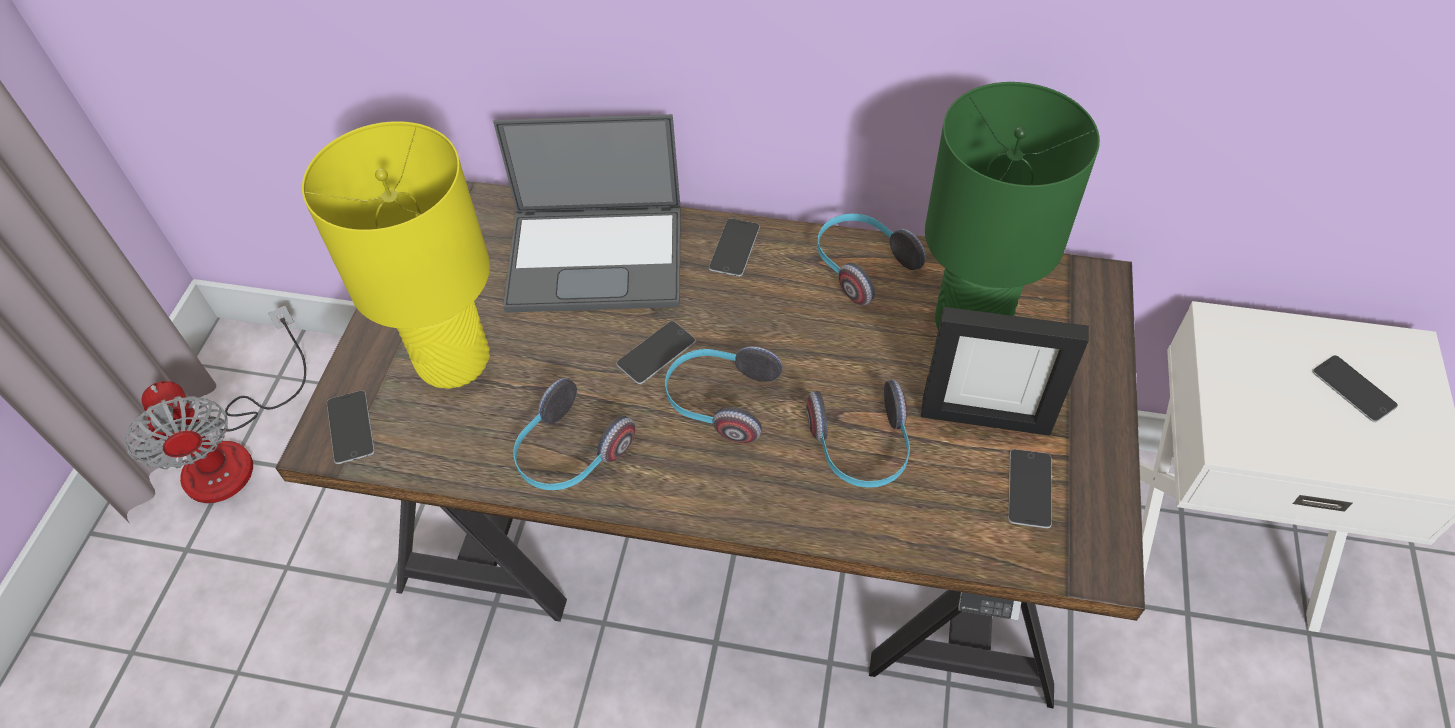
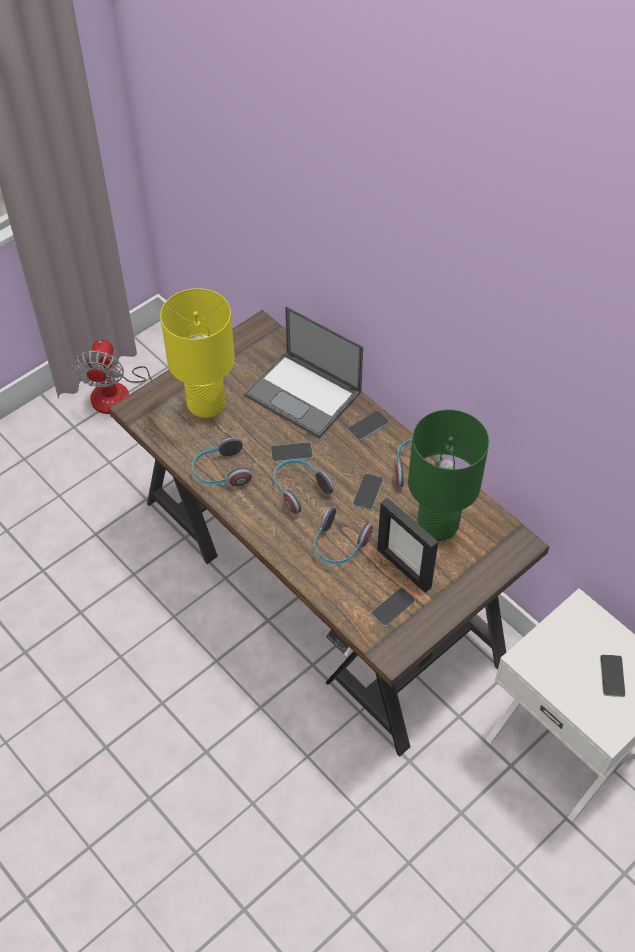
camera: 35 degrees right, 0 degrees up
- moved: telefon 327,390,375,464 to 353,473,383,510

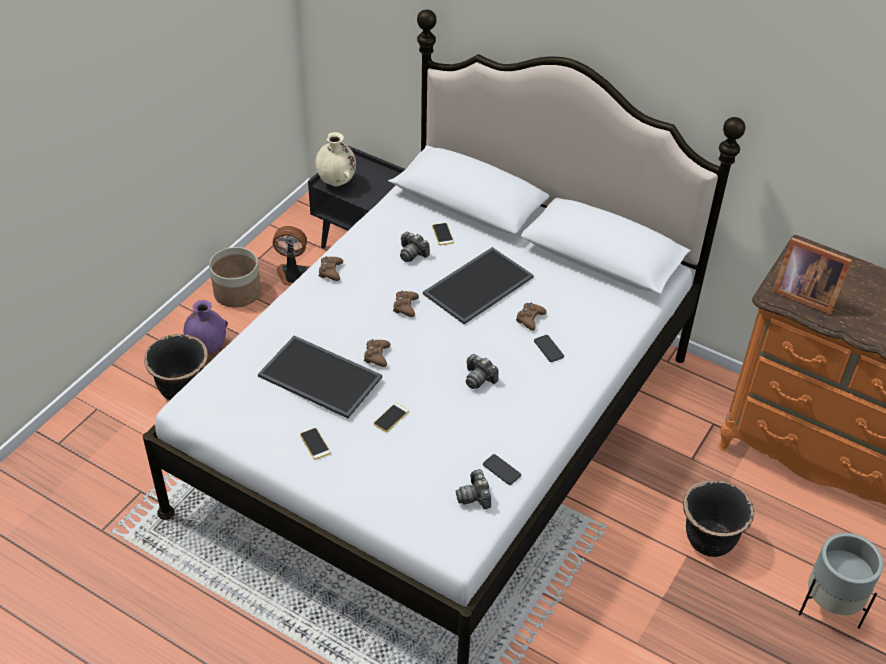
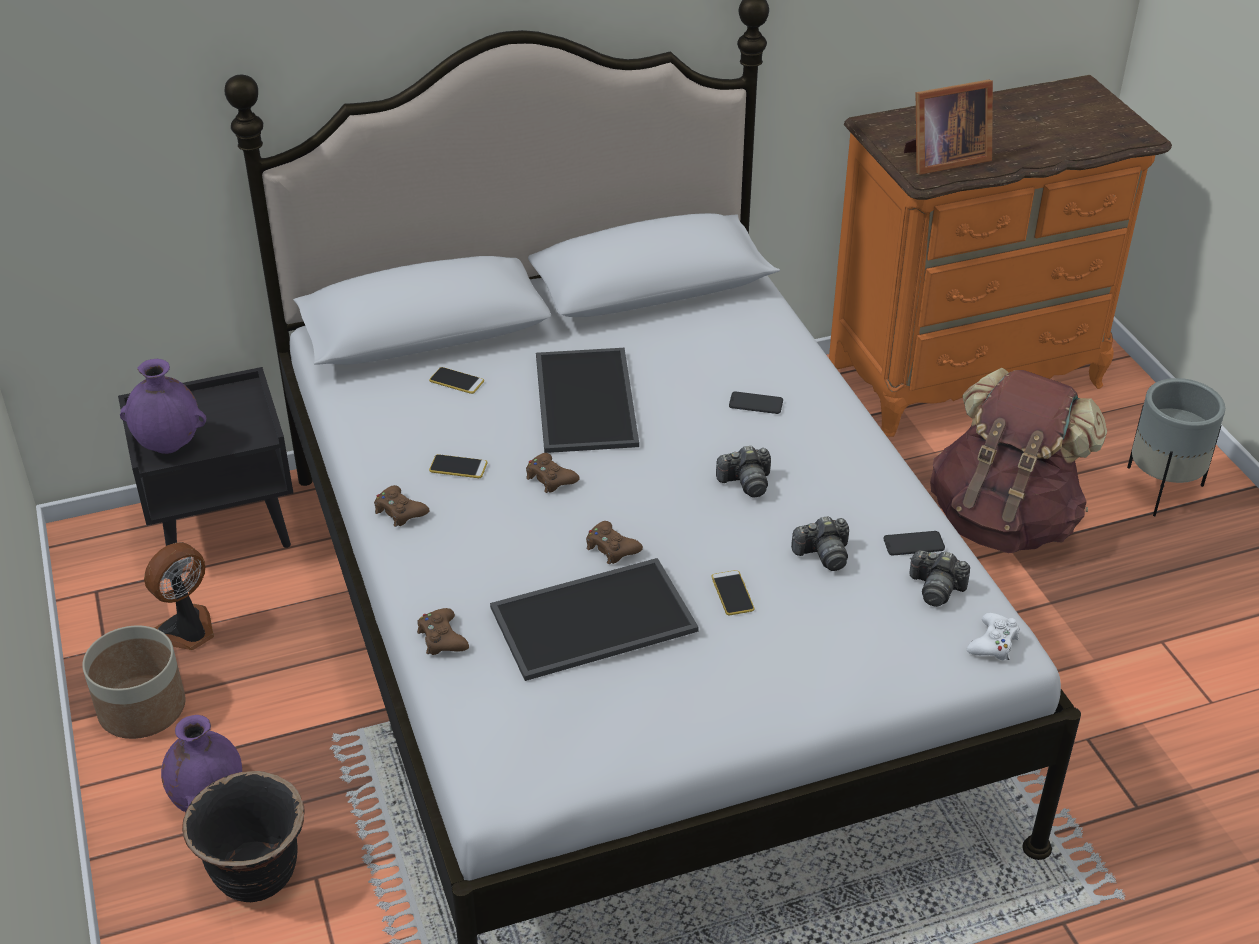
camera: 50 degrees left, 5 degrees down
- moved: telefon 300,428,331,460 to 429,454,488,478
- recoloured: wazon/beżowy 316,132,356,186 to wazon/fioletowy 120,359,206,454
- moved: aparat fotograficzny 400,232,430,262 to 791,516,849,571
- moved: pad do gier/brązowy 516,303,547,331 to 417,608,469,655
- replaced: donica/czarny 683,480,754,557 to plecak/brązowy 930,368,1107,553
- added: pad do gier/biały 967,613,1020,660

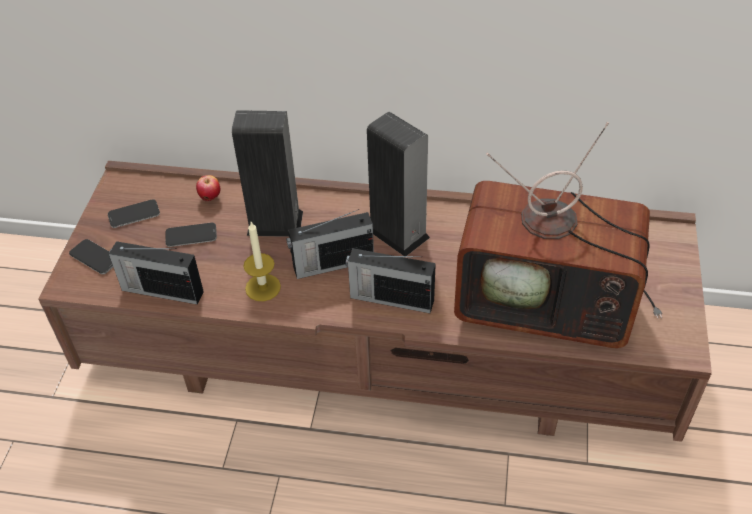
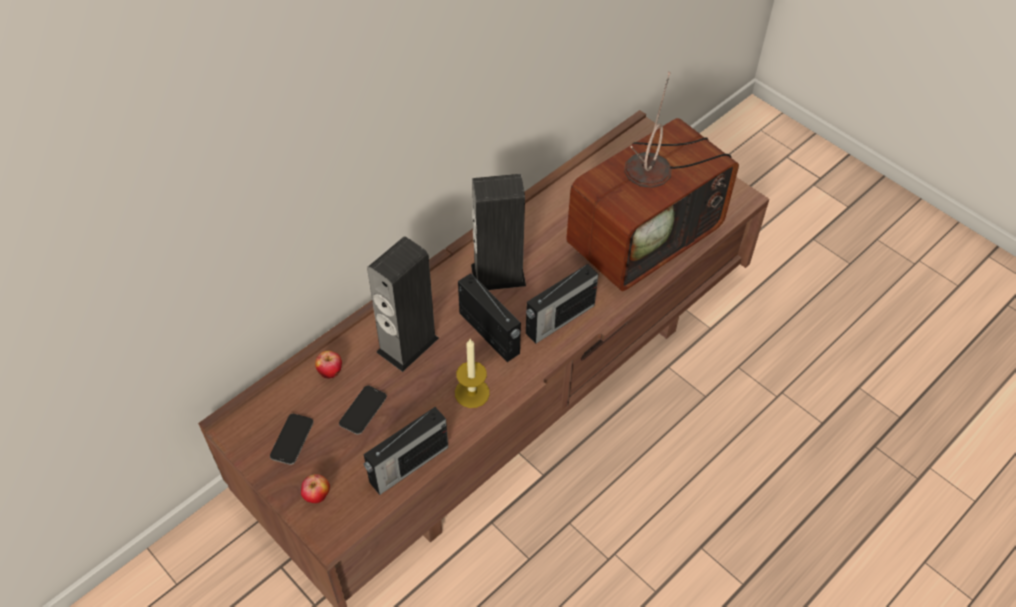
camera: 55 degrees left, 5 degrees up
- replaced: telefon 69,239,113,274 to jabłko 301,474,330,503
- turned: radio 286,209,374,279 = 458,273,521,362 60 degrees counterclockwise

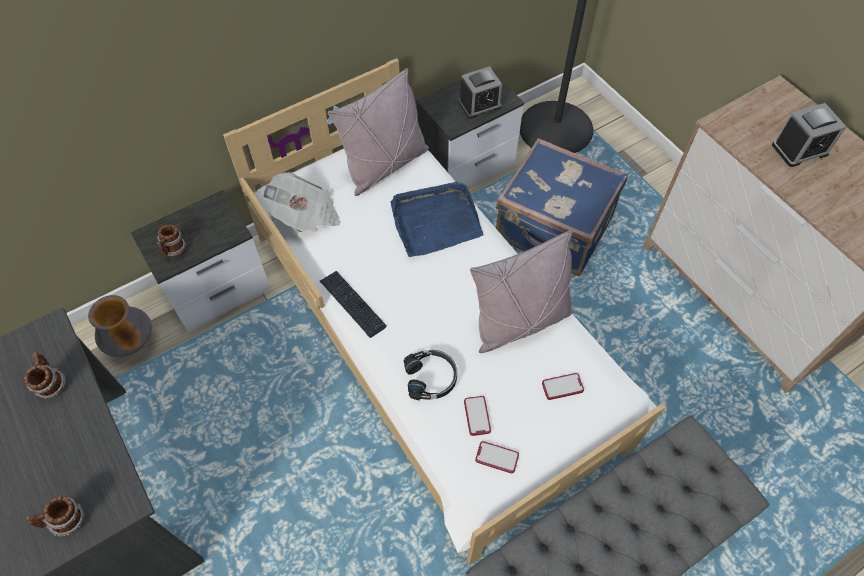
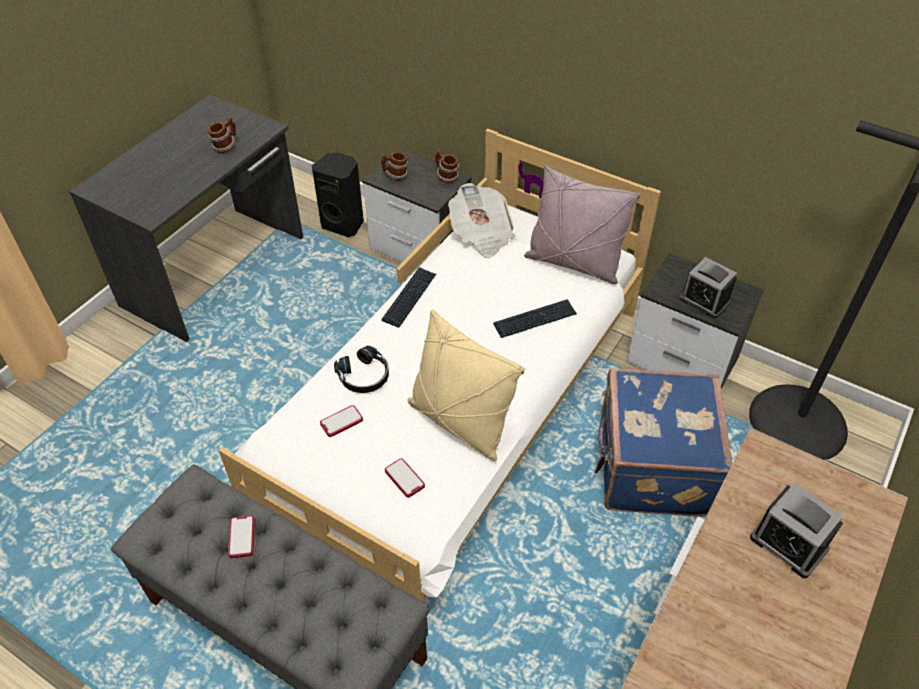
camera: 65 degrees right, 10 degrees down
- moved: kubek 26,496,85,536 to 435,149,459,183
- replaced: wazon 88,295,152,357 to głośnik/czarny 312,152,364,237
- replaced: taca/niebieski 391,182,484,257 to klawiatura 493,299,577,338
- recoloured: poduszka/fioletowy 470,230,574,353 to poduszka/beżowy 407,309,525,461
- moved: telefon 475,441,519,473 to 228,515,255,558

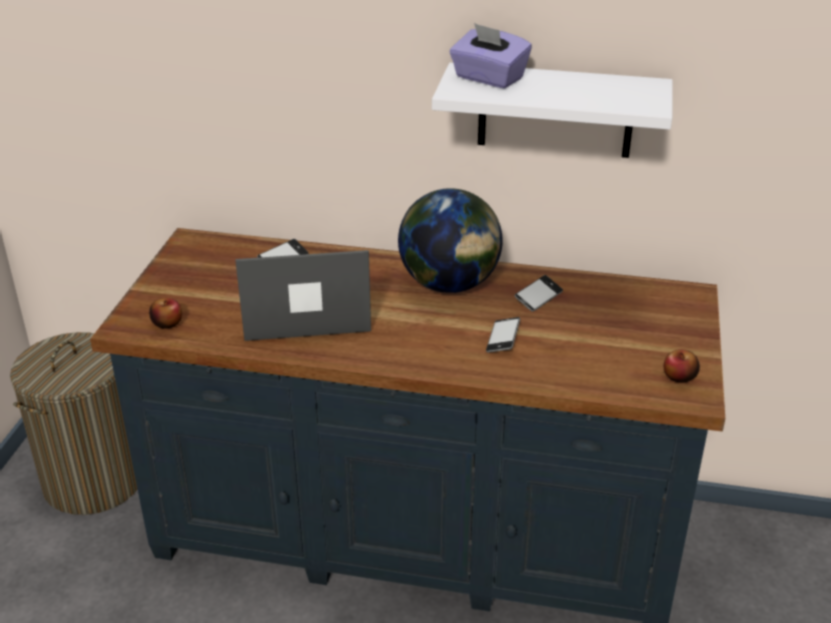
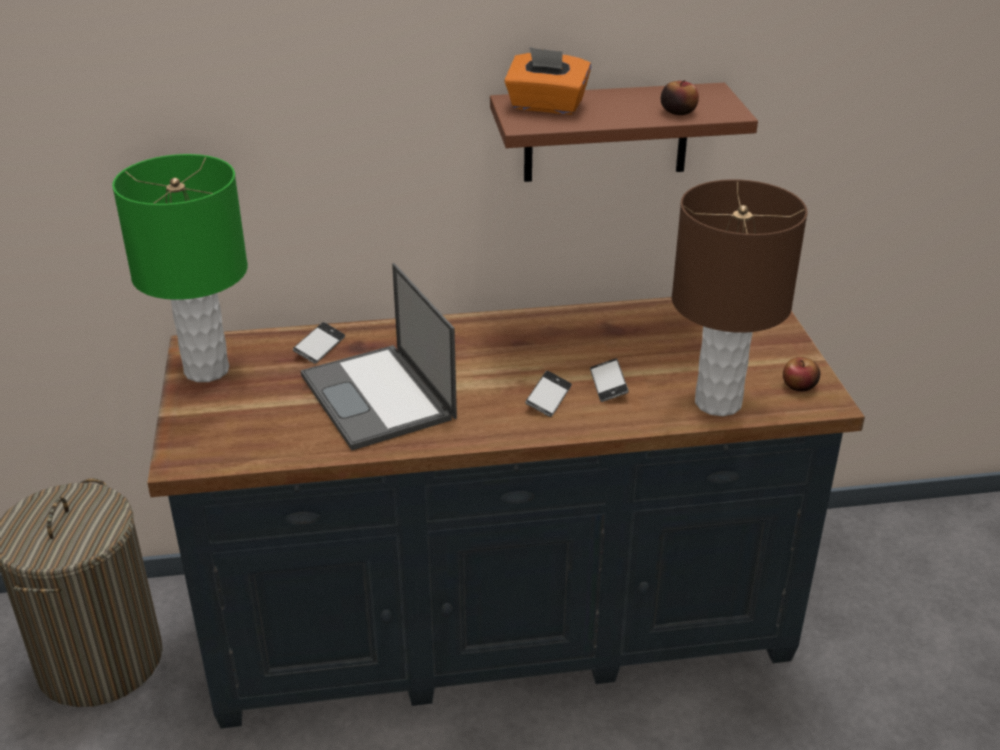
camera: 20 degrees left, 0 degrees up
- moved: jabłko 149,298,182,329 to 661,80,699,115
- turned: laptop 235,250,371,341 = 301,263,457,450 90 degrees counterclockwise
- removed: globus 398,188,502,293
- recoloured: półka/biały 432,63,673,158 to półka/brązowy 490,83,758,182
- recoloured: pudełko chusteczek/fioletowy 449,23,532,89 to pudełko chusteczek/pomarańczowy 504,47,591,114
- moved: telefon 515,275,563,312 to 525,371,572,417
- added: lampa stołowa/zielony 112,154,248,382
- added: lampa stołowa/brązowy 672,179,808,416

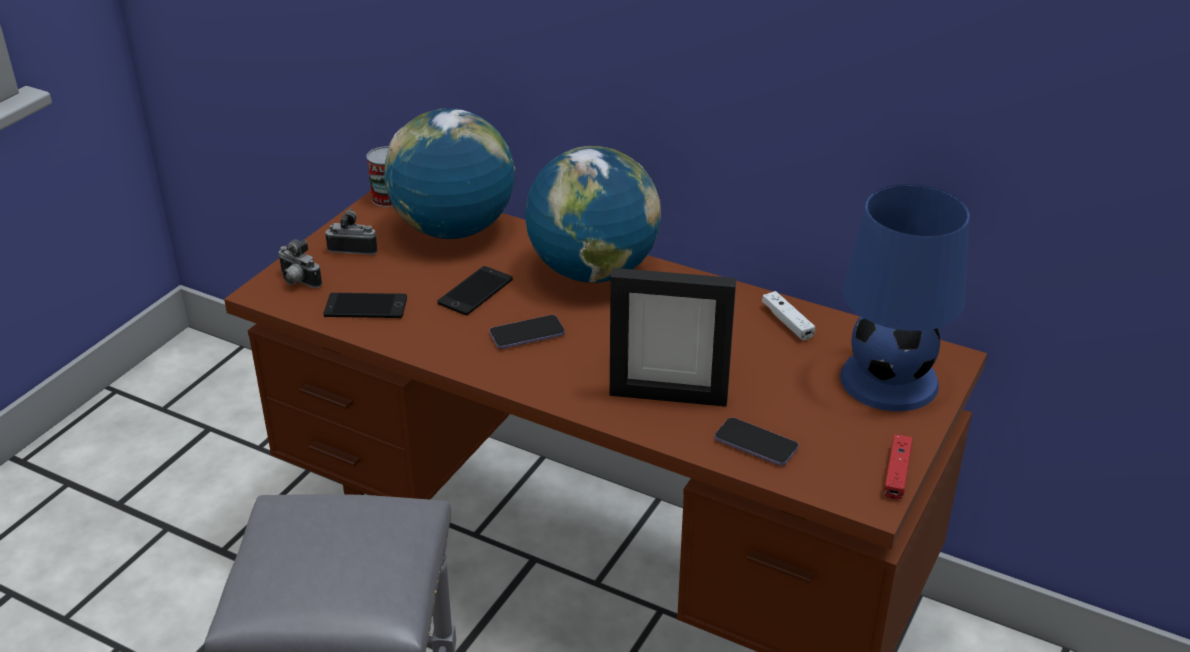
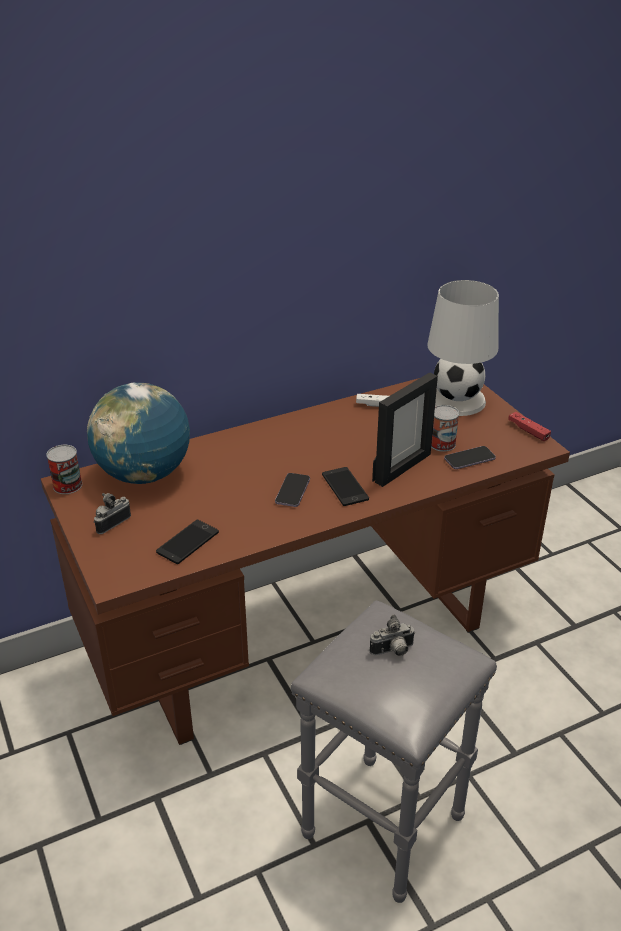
camera: 55 degrees left, 0 degrees up
- moved: aparat fotograficzny 278,239,322,288 to 370,614,415,656
- moved: telefon 437,266,513,315 to 322,467,369,506
- removed: globus 525,146,661,283
- recoloured: lampa stołowa/niebieski 840,184,970,411 to lampa stołowa/biały 427,280,499,416
- added: puszka 431,405,459,452

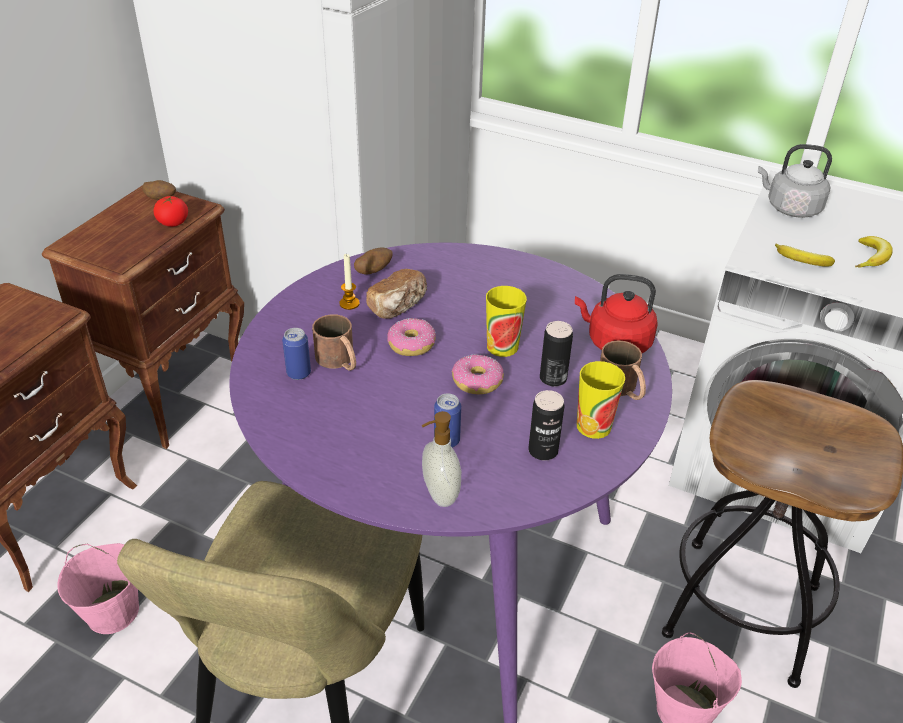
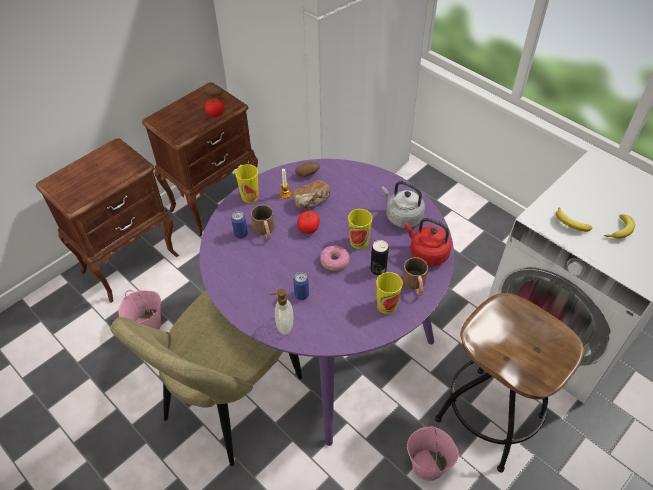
camera: 20 degrees right, 10 degrees up
- replaced: donut 387,318,436,356 to pomidor 297,211,320,234
- removed: puszka 528,390,564,460
- moved: czajnik/szary 758,144,832,218 to 382,181,425,228
- added: filiżanka 235,164,259,203

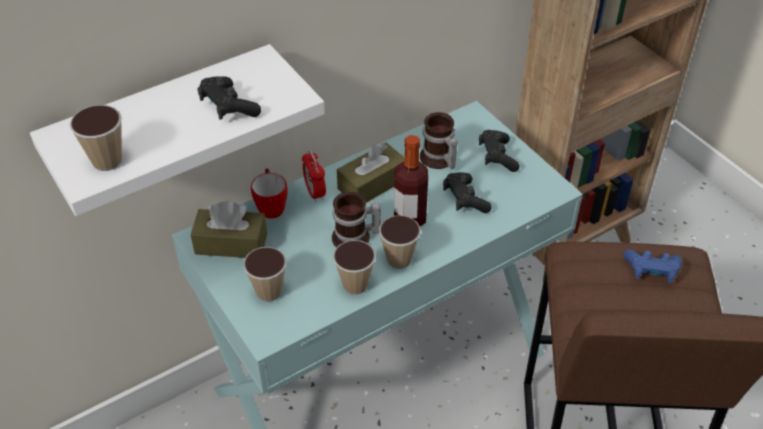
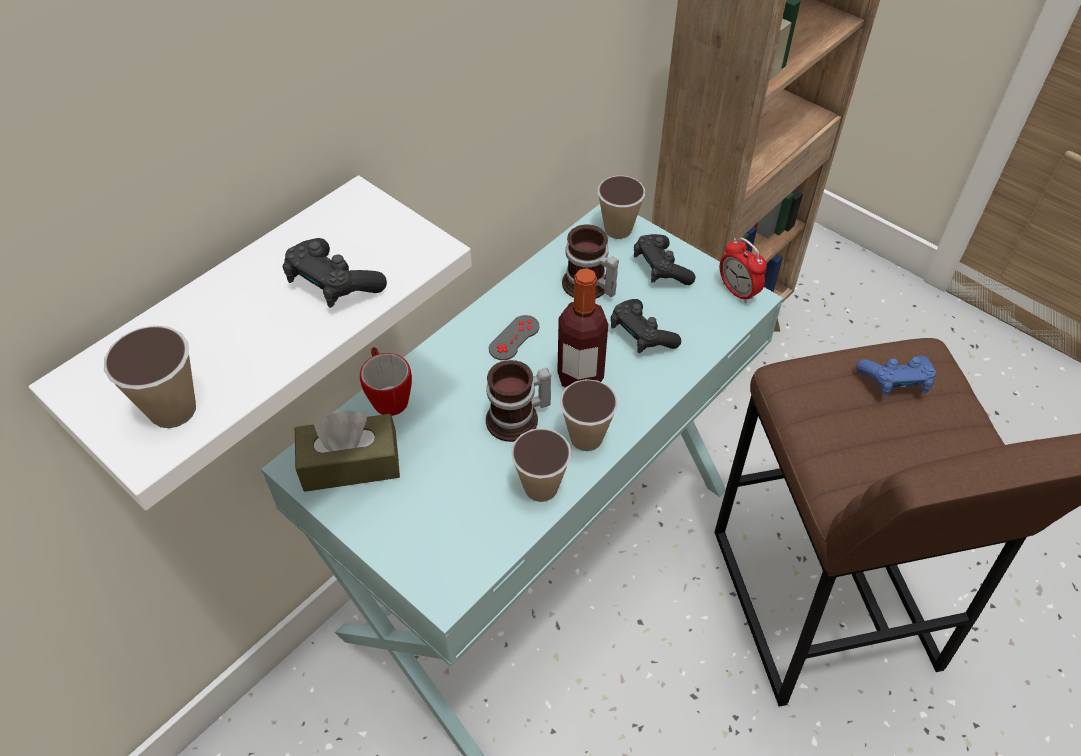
camera: 15 degrees left, 5 degrees up
- moved: filiżanka 243,247,286,302 to 598,176,645,239
- moved: budzik 302,150,326,202 to 720,238,767,303
- replaced: pudełko chusteczek/brązowy 337,143,405,203 to pad do gier/szary 489,315,539,360

